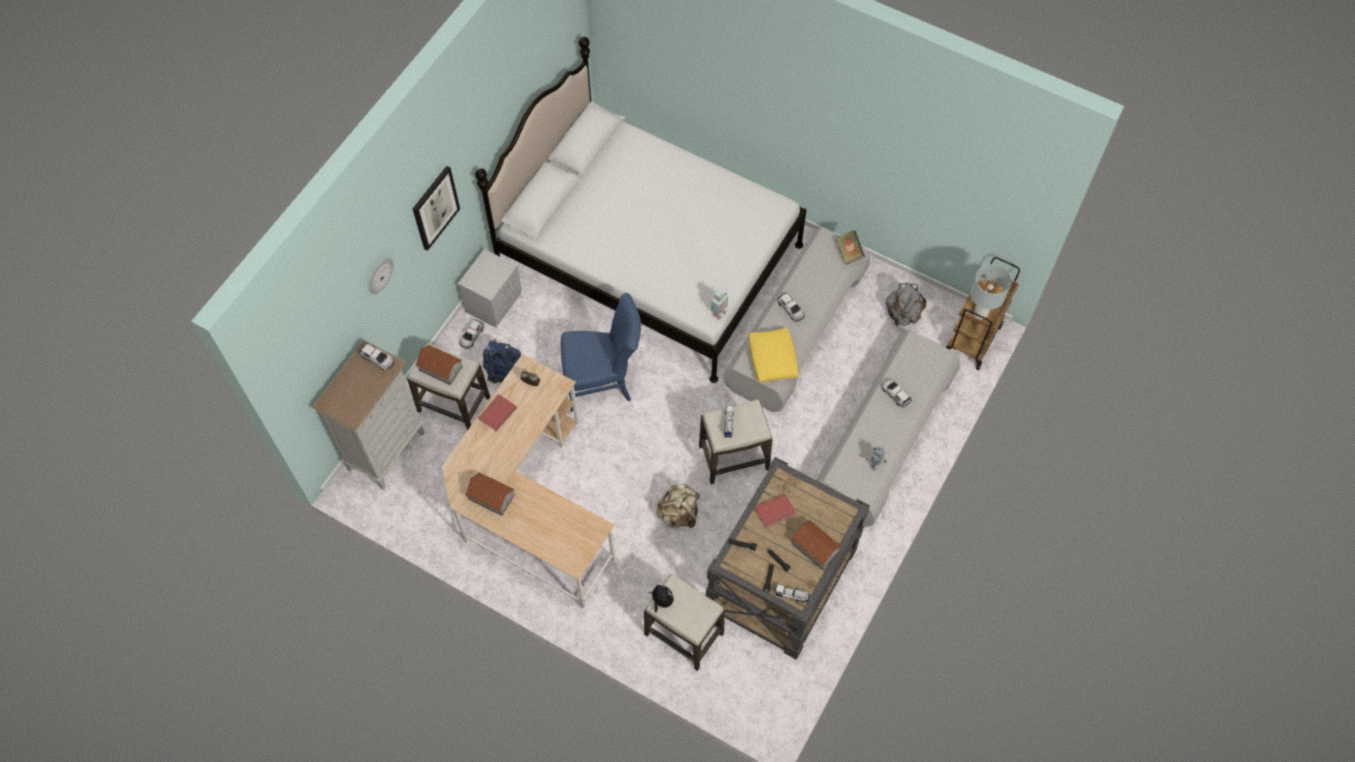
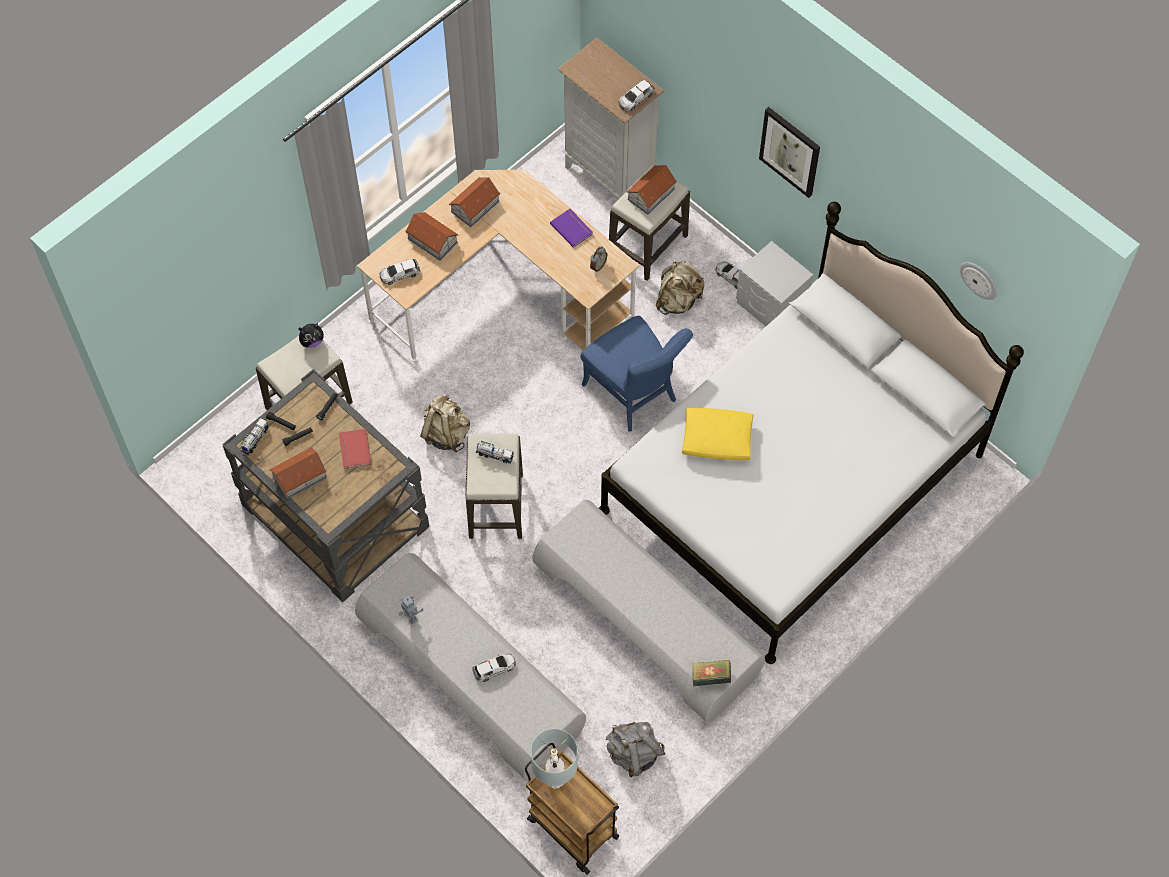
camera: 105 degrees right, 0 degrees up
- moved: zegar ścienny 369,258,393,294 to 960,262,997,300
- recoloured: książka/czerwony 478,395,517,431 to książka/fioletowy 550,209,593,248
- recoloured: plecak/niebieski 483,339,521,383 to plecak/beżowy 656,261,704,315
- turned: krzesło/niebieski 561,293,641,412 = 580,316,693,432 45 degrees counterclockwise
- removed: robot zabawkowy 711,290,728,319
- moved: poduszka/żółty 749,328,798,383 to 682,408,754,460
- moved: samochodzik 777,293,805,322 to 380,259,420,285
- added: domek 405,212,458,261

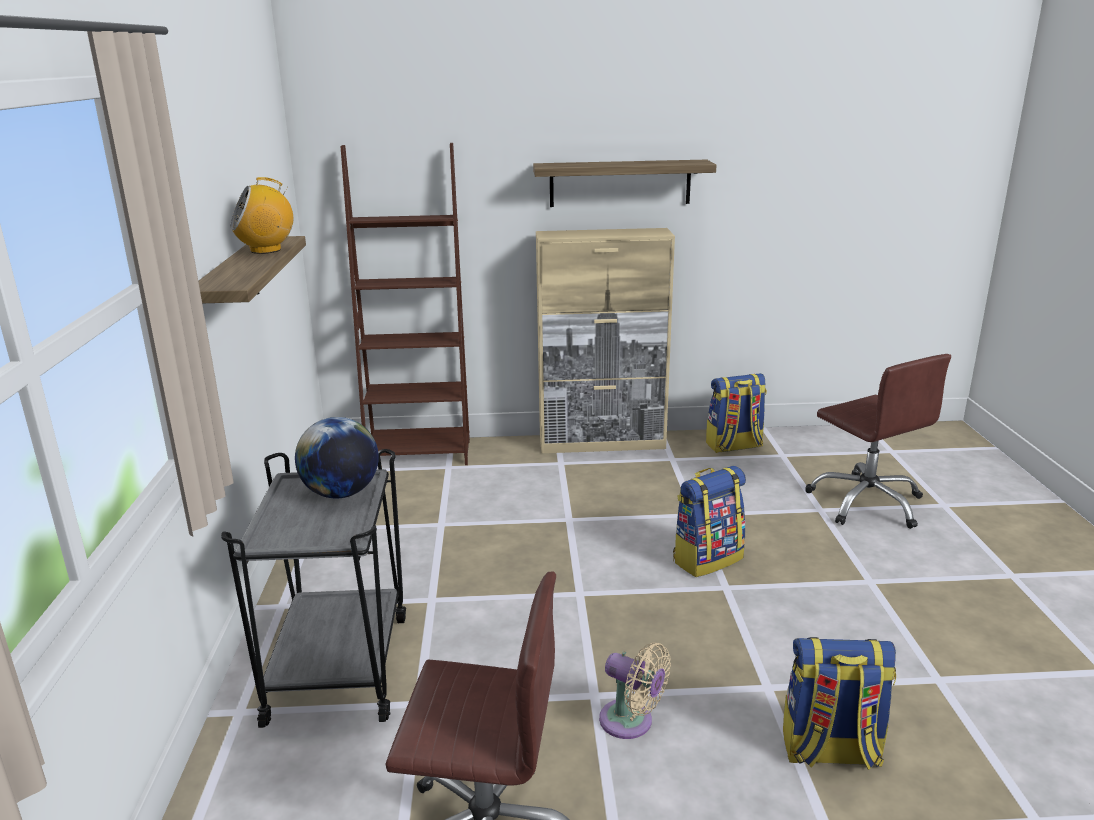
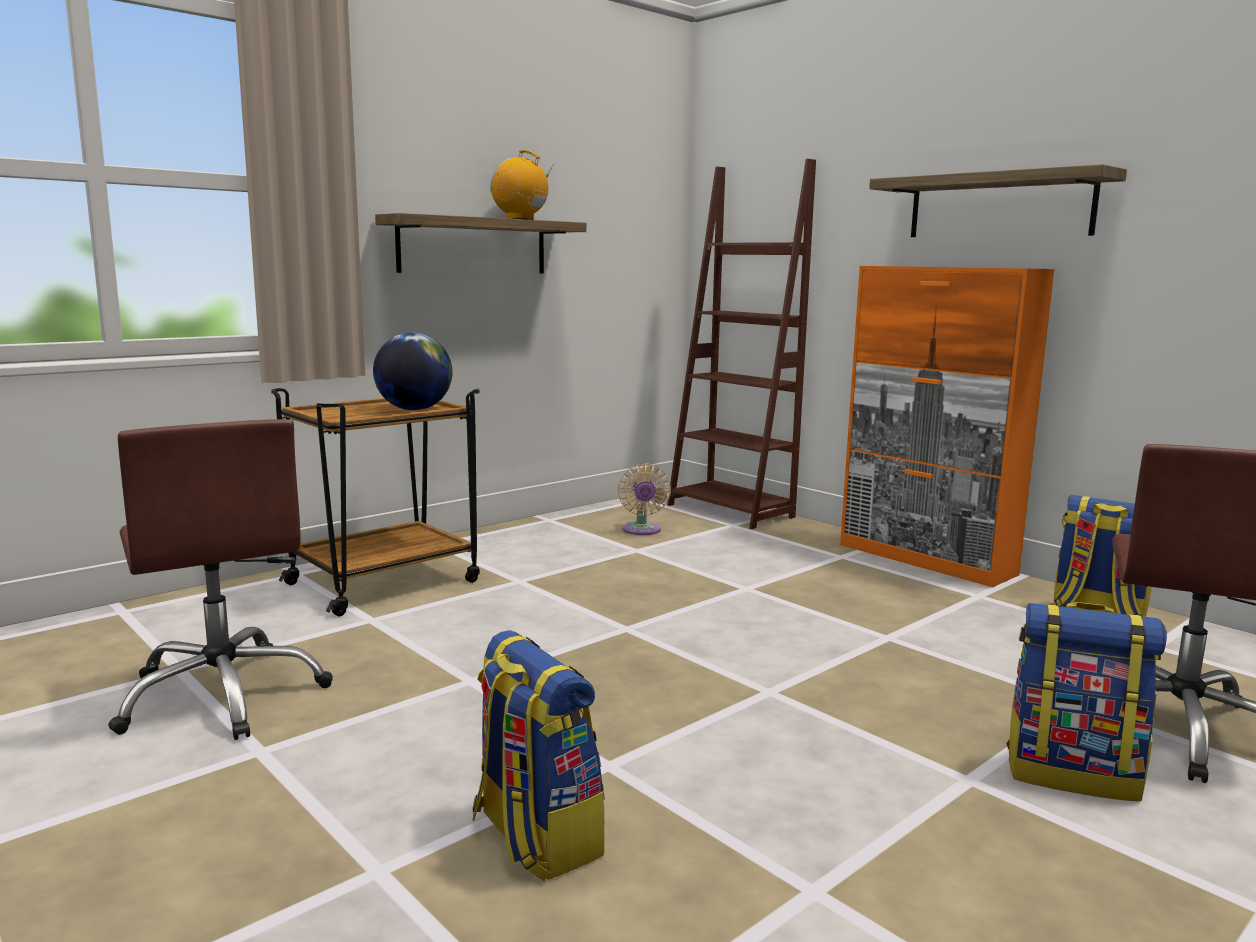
camera: 50 degrees right, 10 degrees down
- recoloured: wózek/szary 221,449,406,728 to wózek/brązowy 271,388,480,616
- recoloured: szafka/beżowy 536,228,675,453 to szafka/pomarańczowy 840,266,1055,587
- moved: wentylator/beżowy 599,642,671,739 to 618,464,671,535
- moved: plecak 673,466,746,577 to 1006,602,1167,802

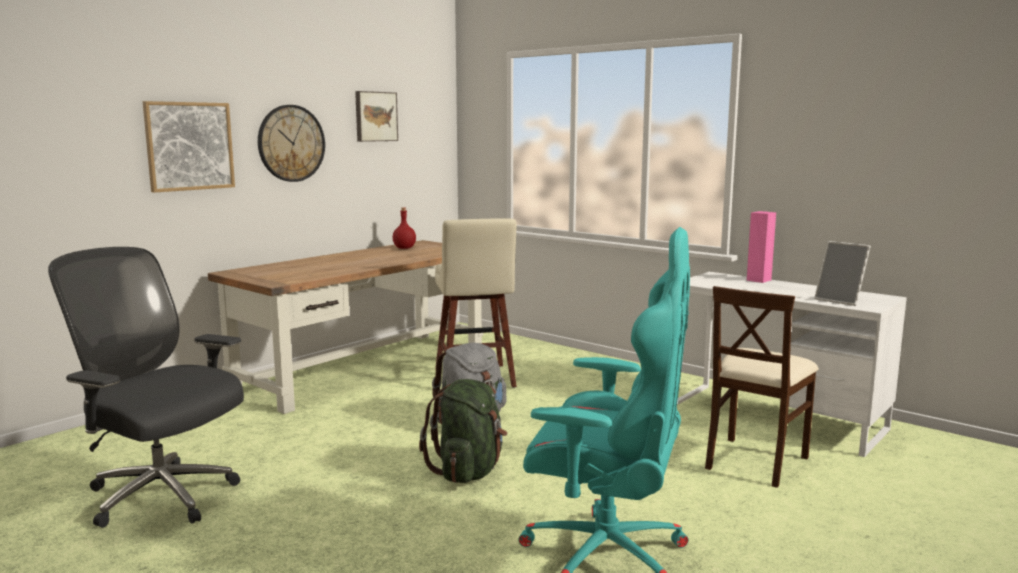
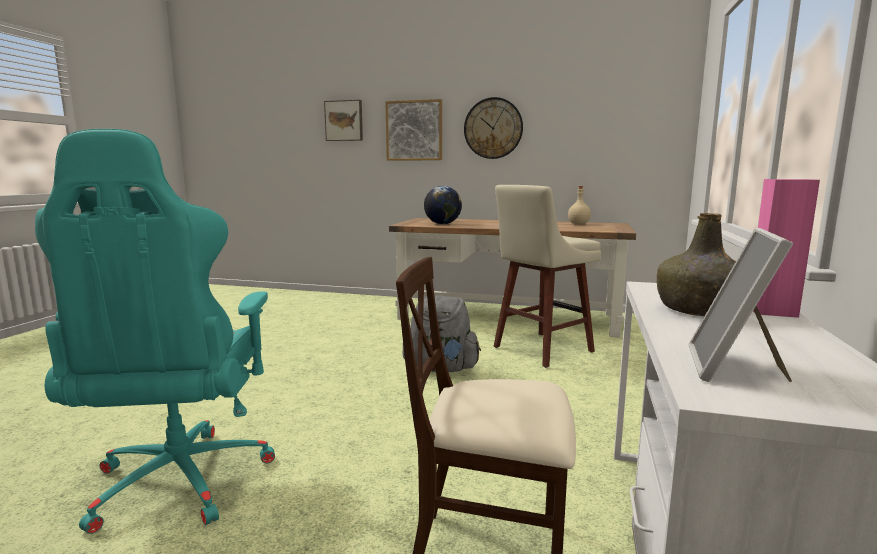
camera: 65 degrees right, 0 degrees up
- removed: krzesło biurowe 48,247,244,528
- moved: obraz 355,91,398,142 to 324,100,363,141
- recoloured: butelka/czerwony 393,207,416,249 to butelka/beżowy 568,186,591,225
- removed: plecak/zielony 419,379,507,483
- added: globus 424,186,462,224
- added: butelka/zielony 657,213,736,316

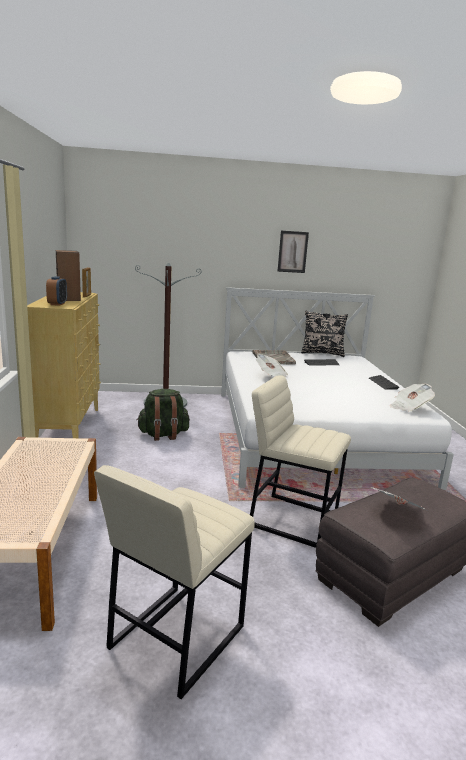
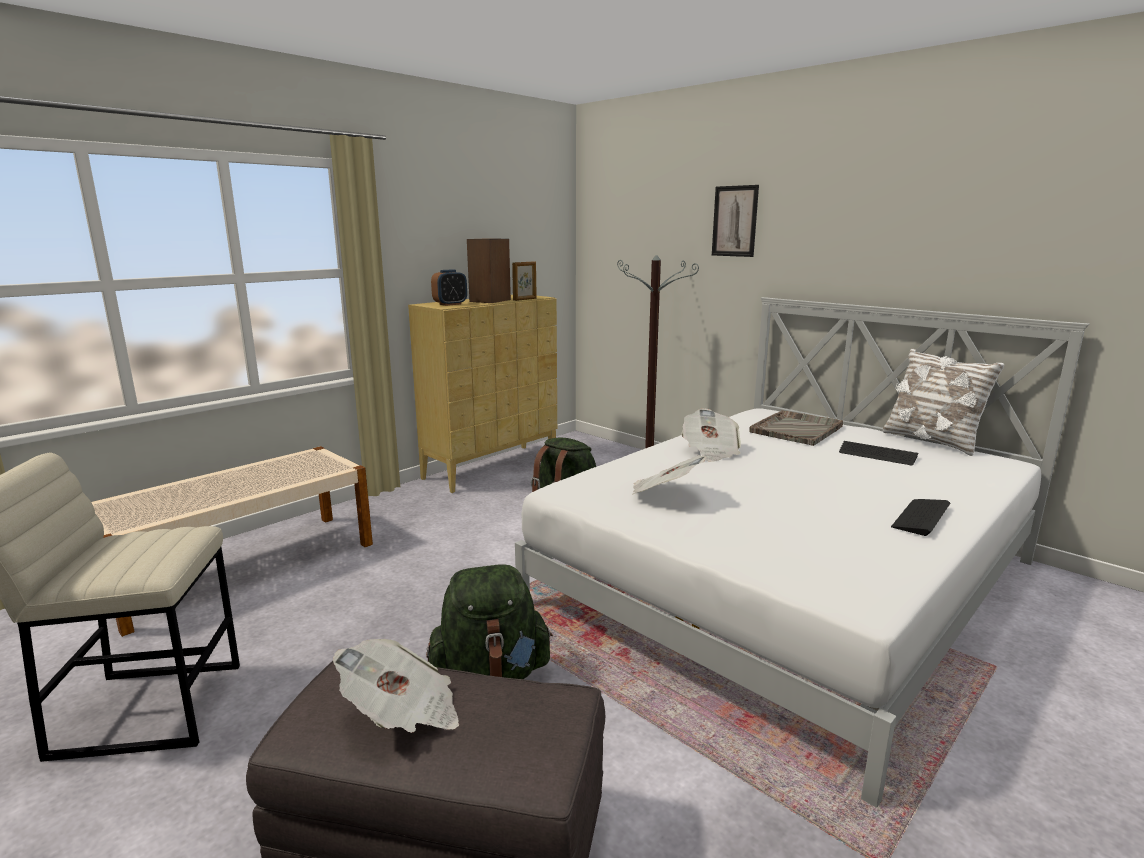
camera: 50 degrees right, 0 degrees up
- replaced: krzesło/beżowy 250,375,351,548 to plecak/zielony 426,564,553,679
- moved: obraz 277,231,309,273 to 712,185,759,257
- recoloured: poduszka/czarny 301,311,348,357 to poduszka/biały 883,349,1004,456
- moved: gazeta 390,384,435,412 to 632,455,706,495

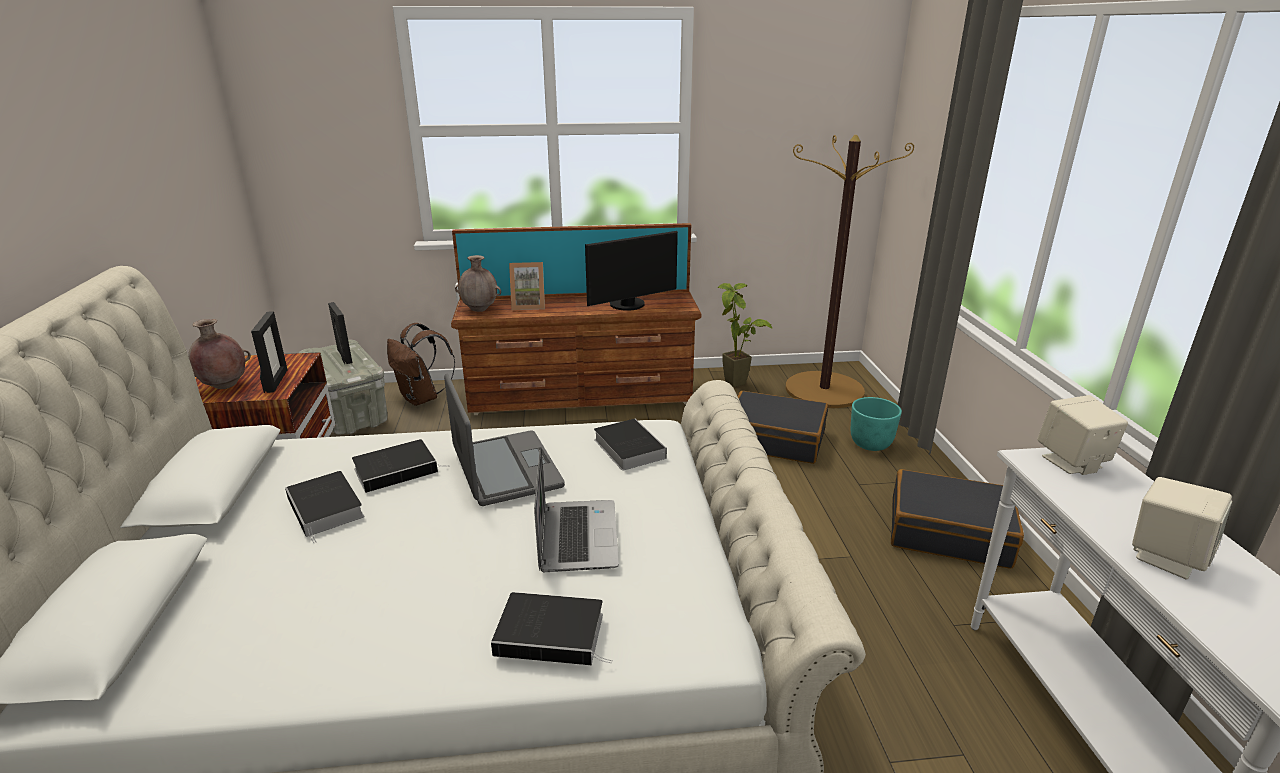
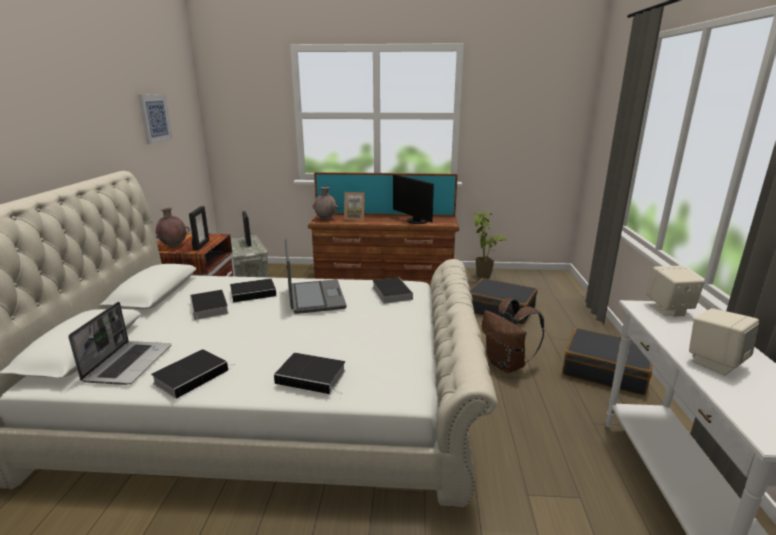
camera: 10 degrees right, 5 degrees down
- moved: plecak/brązowy 387,323,455,406 to 482,298,545,373
- moved: laptop 534,447,619,572 to 68,302,172,385
- turned: monitor 585,231,678,311 = 393,174,434,224 75 degrees clockwise
- removed: wieszak/brązowy 786,135,914,408
- removed: donica/turkusowy 851,397,902,451
- added: obraz 138,94,173,144
- added: książka 151,349,236,399

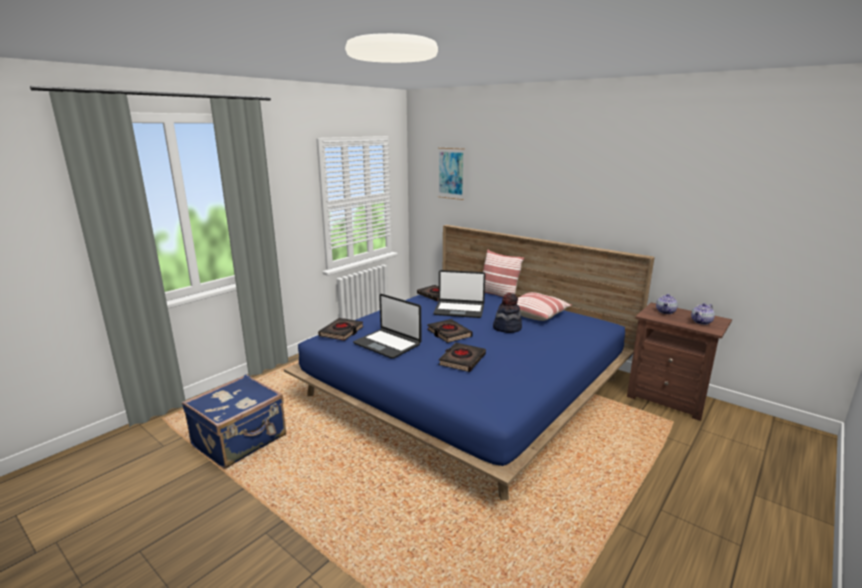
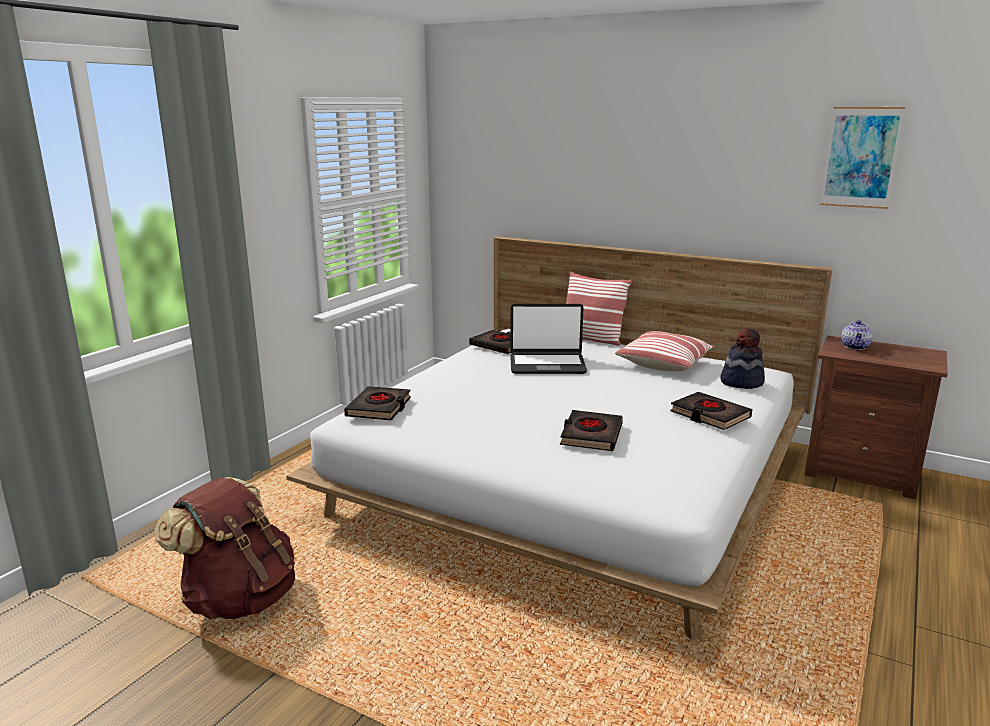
camera: 10 degrees left, 0 degrees up
- replaced: walizka/niebieski 182,374,286,469 to plecak/brązowy 154,477,295,619
- recoloured: łóżko/niebieski 284,225,655,501 to łóżko/biały 286,237,833,641
- removed: laptop 353,294,421,359
- moved: książka/czarny 427,319,473,343 to 670,392,752,430
- moved: obraz 438,148,465,200 to 820,107,905,209
- moved: kapelusz 493,293,522,333 to 720,328,765,389
- removed: imbryk 691,303,715,325

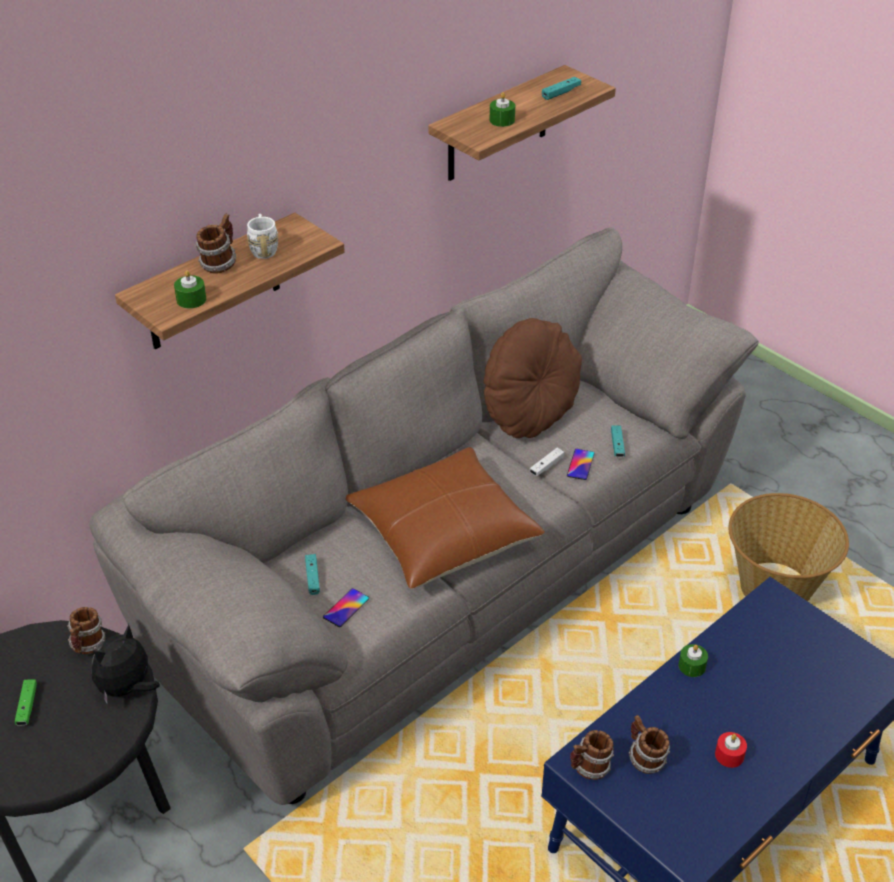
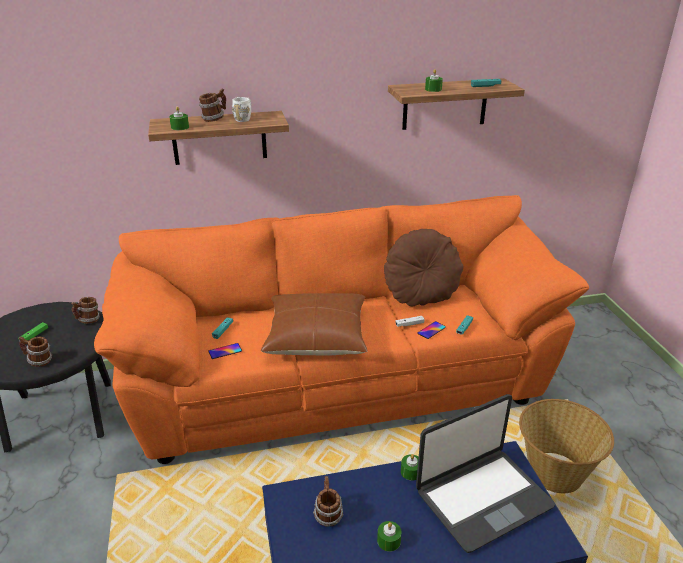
camera: 30 degrees right, 10 degrees down
- recoloured: kanapa/szary 89,228,759,805 to kanapa/pomarańczowy 94,195,589,464
- removed: pluszak 92,624,160,705
- moved: kubek 570,730,614,780 to 19,337,52,367
- recoloured: świeca/czerwony 715,732,747,768 to świeca/zielony 377,521,401,552
- added: laptop 416,394,555,553

